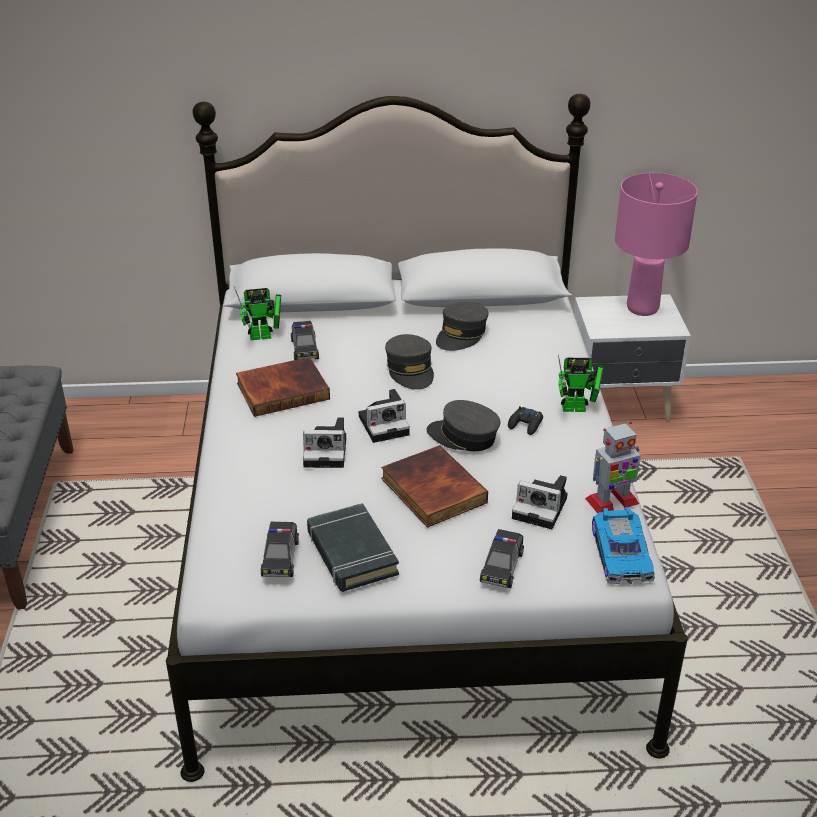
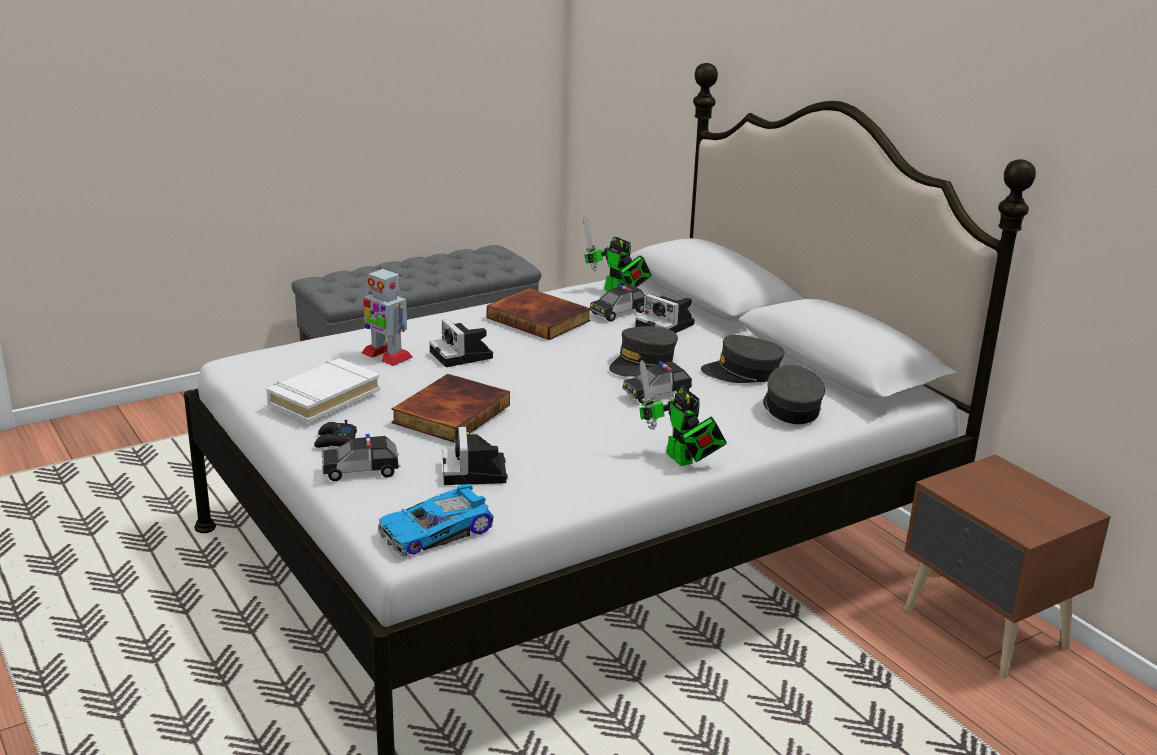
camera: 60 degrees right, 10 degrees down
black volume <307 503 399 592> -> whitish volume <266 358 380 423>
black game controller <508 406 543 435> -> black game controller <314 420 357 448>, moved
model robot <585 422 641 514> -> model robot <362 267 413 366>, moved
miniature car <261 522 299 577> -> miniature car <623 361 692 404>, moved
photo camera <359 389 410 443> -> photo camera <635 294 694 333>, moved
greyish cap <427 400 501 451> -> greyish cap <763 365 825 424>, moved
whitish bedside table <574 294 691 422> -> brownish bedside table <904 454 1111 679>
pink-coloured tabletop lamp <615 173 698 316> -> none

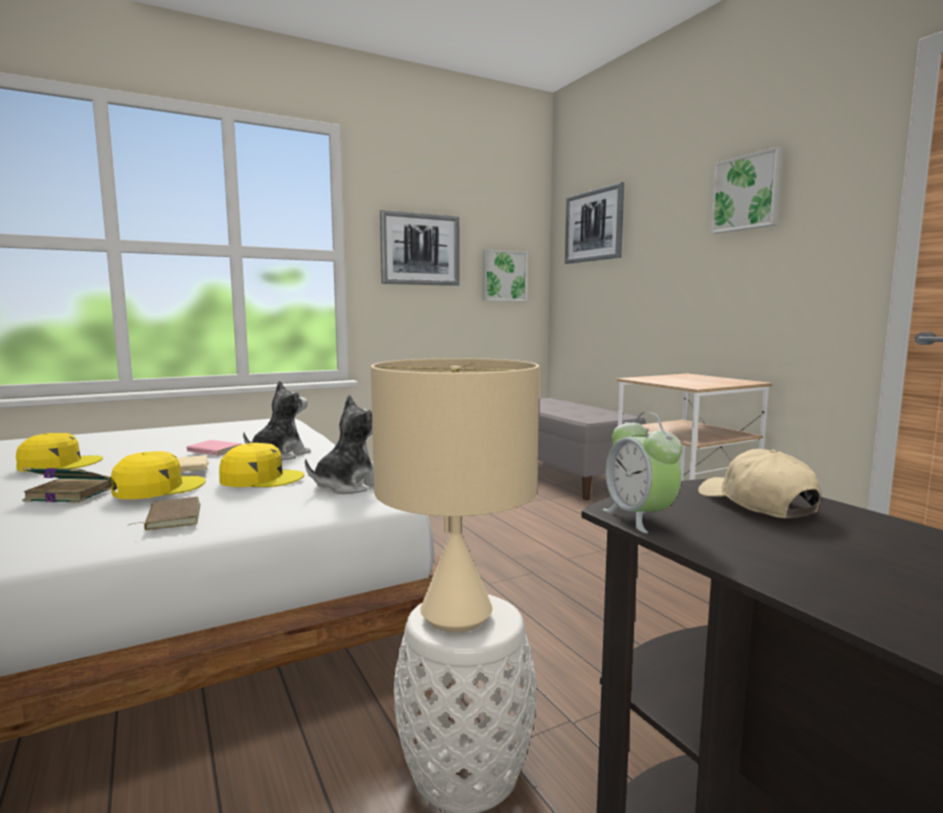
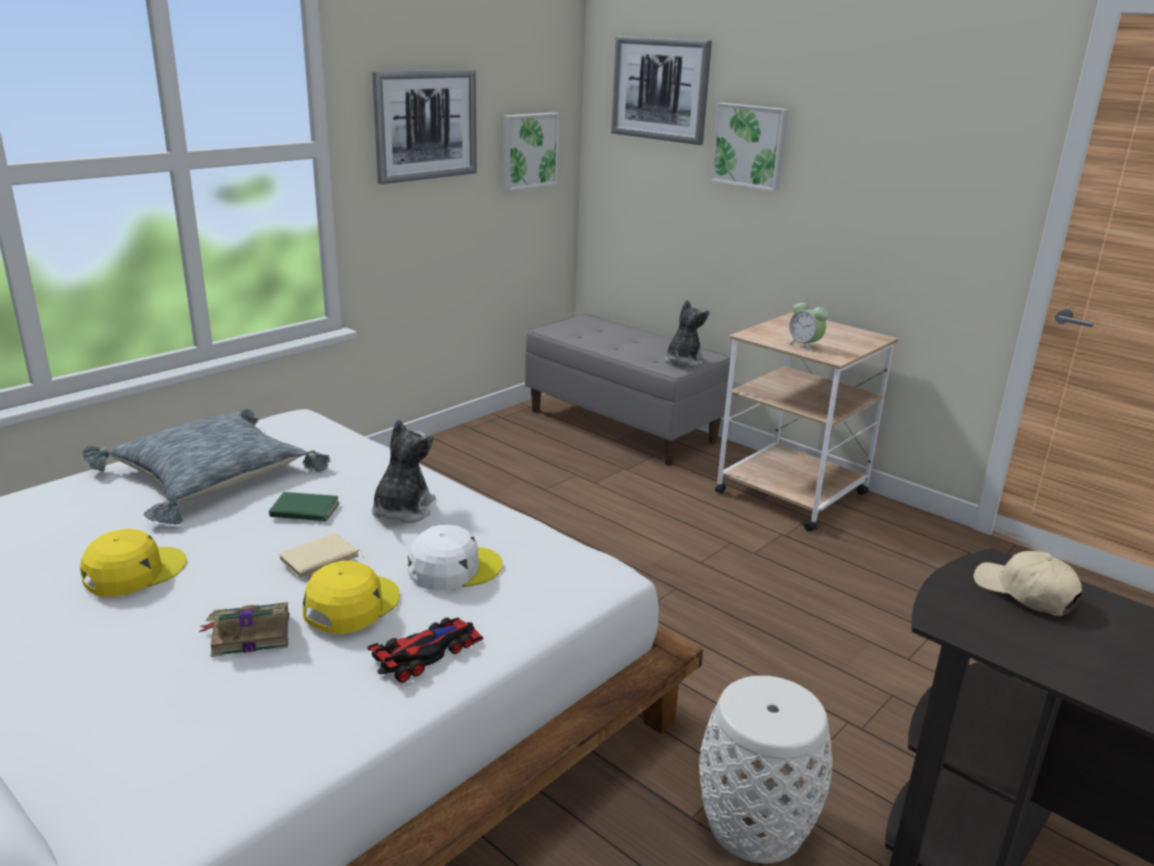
camera: 20 degrees left, 15 degrees up
none -> throw pillow <82 409 330 525>
pink-coloured volume <186 440 241 456> -> greenish volume <269 492 340 523>
brownish volume <127 496 200 530> -> miniature car <367 618 483 683>
yellow-coloured cap <219 443 304 487> -> whitish cap <408 525 503 590>
plush toy <305 395 374 494> -> plush toy <664 299 709 367>, moved
wall art <711 147 783 234> -> wall art <710 103 789 191>, moved
alarm clock <602 412 682 533> -> alarm clock <787 298 828 352>, moved
beige tabletop lamp <371 358 539 632> -> none

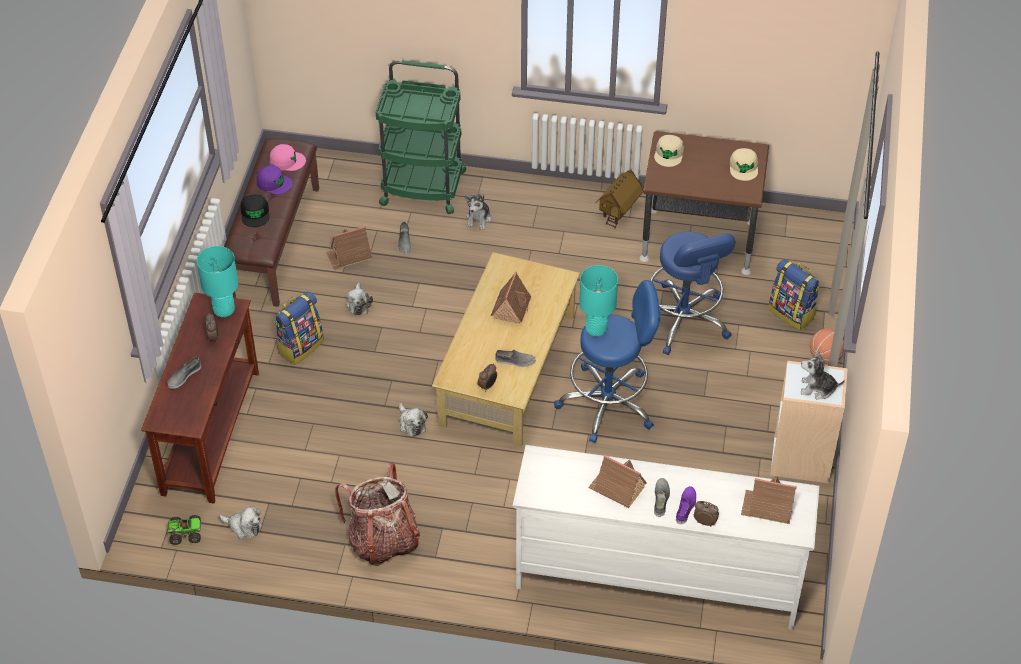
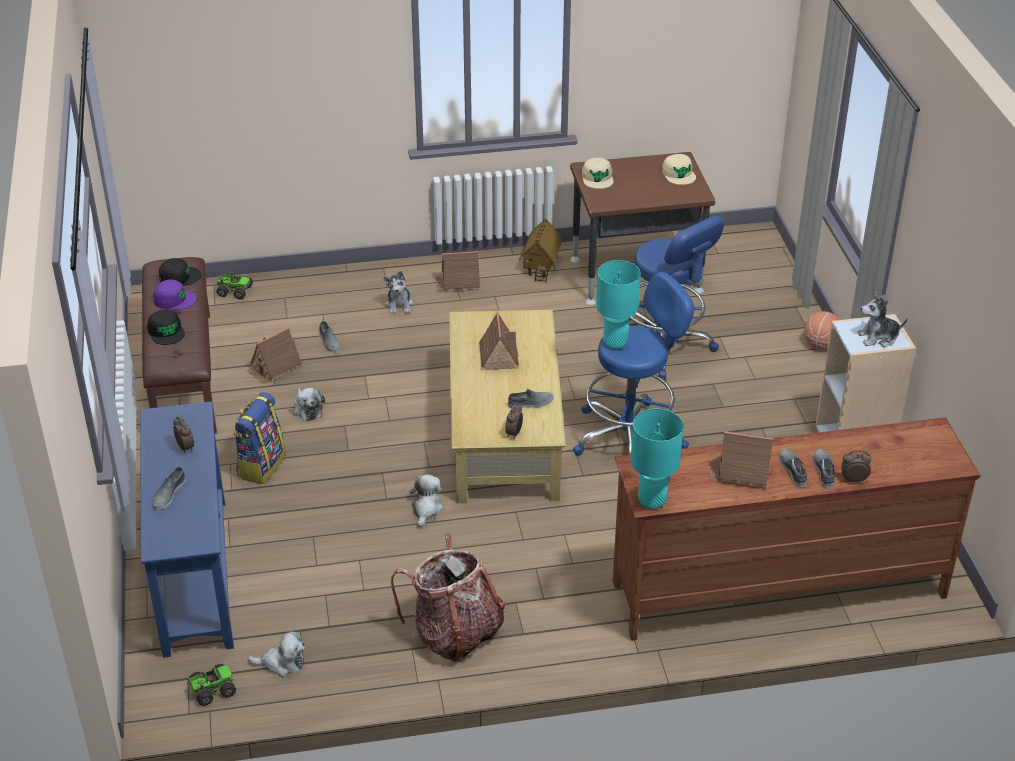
camera: 20 degrees left, 10 degrees down
brownish console table <141 292 259 503> -> bluish console table <140 402 234 658>
pink-coloured cap <270 144 306 171> -> black cap <159 258 201 286>
none -> toy truck <216 273 253 300>
plush toy <399 403 428 437> -> plush toy <409 475 443 527>, 120 degrees counterclockwise
model house <741 476 797 524> -> model house <435 251 480 292>, moved
whitish chest of drawers <513 445 820 630> -> brownish chest of drawers <613 417 981 641>
blue-green tabletop lamp <197 246 238 317> -> blue-green tabletop lamp <631 409 683 508>, moved
purple-coloured low shoe <676 486 696 524> -> greyish low shoe <813 449 834 489>
greenish cart <376 60 466 214> -> none
rucksack <768 259 820 330> -> none

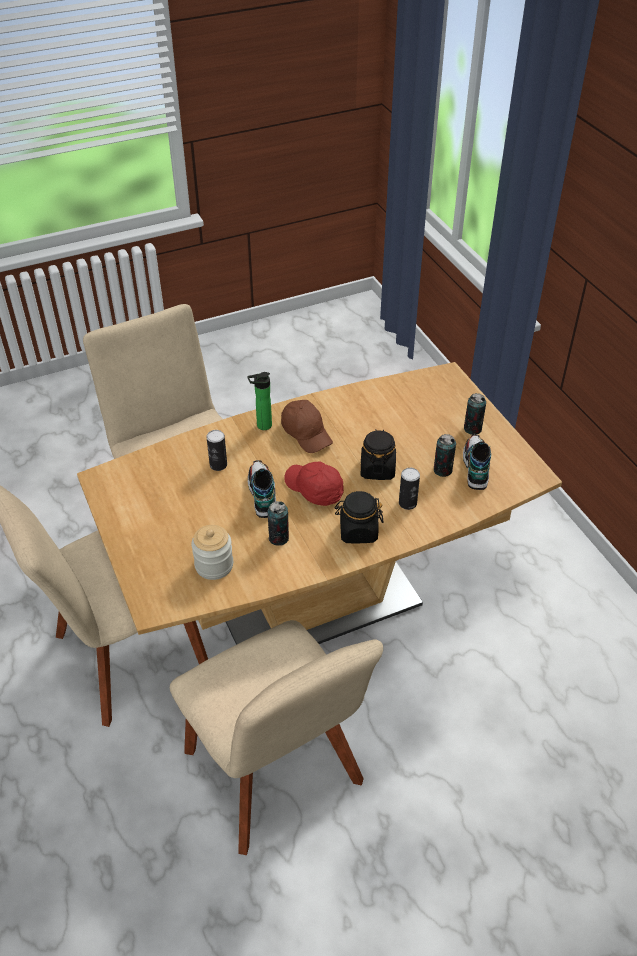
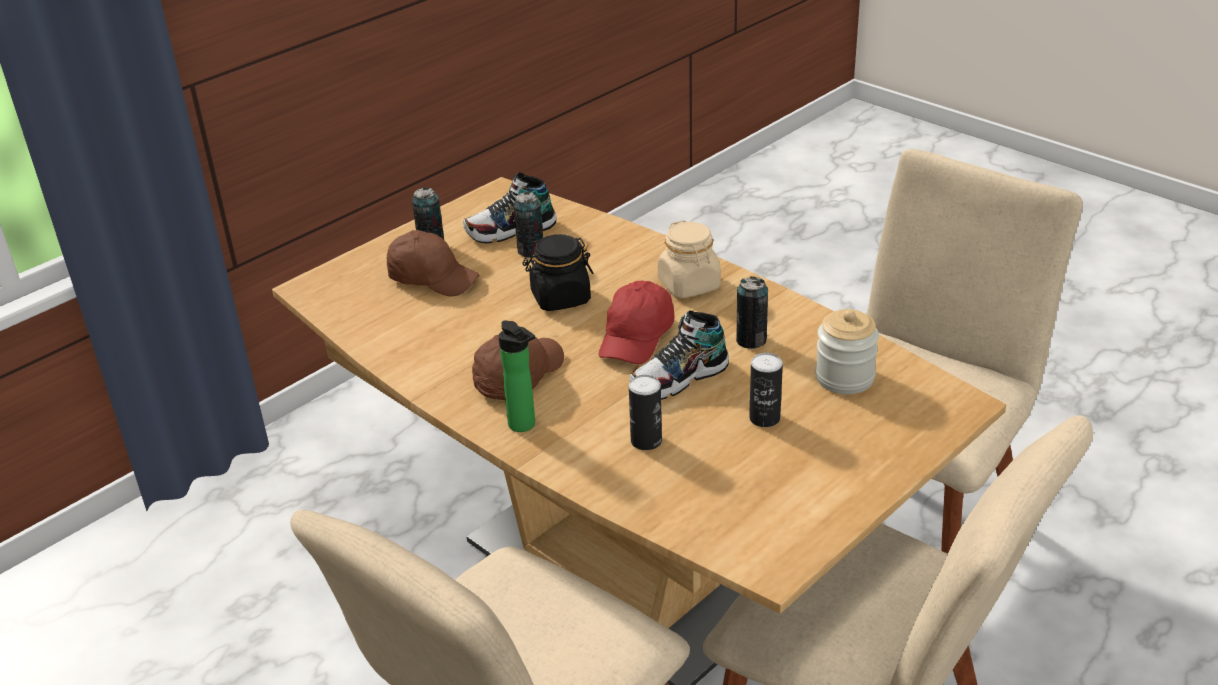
camera: 110 degrees left, 10 degrees down
none -> brownish cap <387 230 480 296>
black preserve jar <335 491 383 543> -> beige preserve jar <658 220 721 298>
can <399 468 420 510> -> can <749 353 783 427>, moved

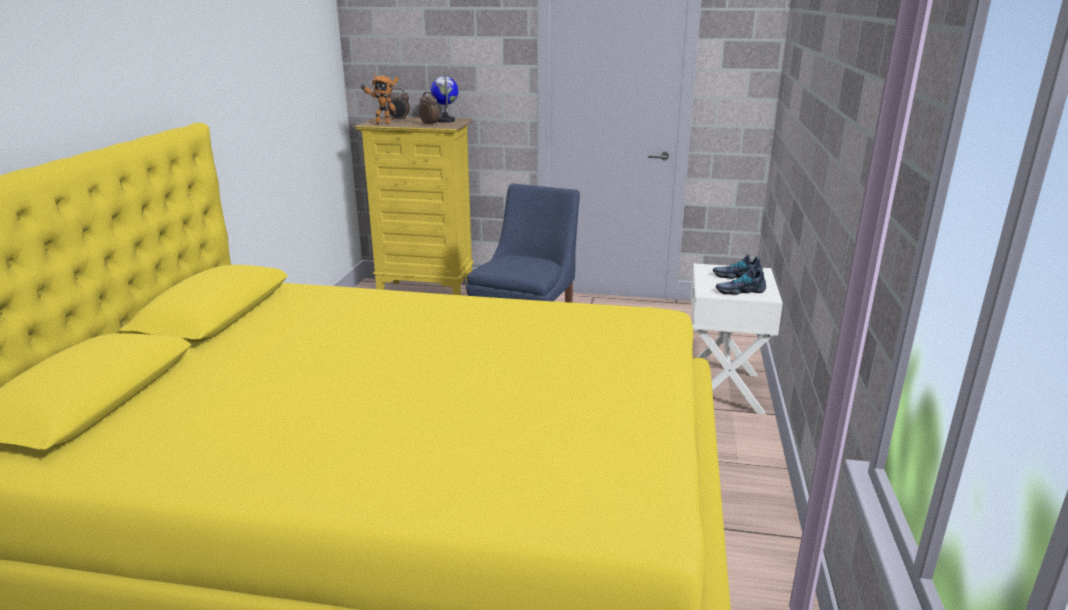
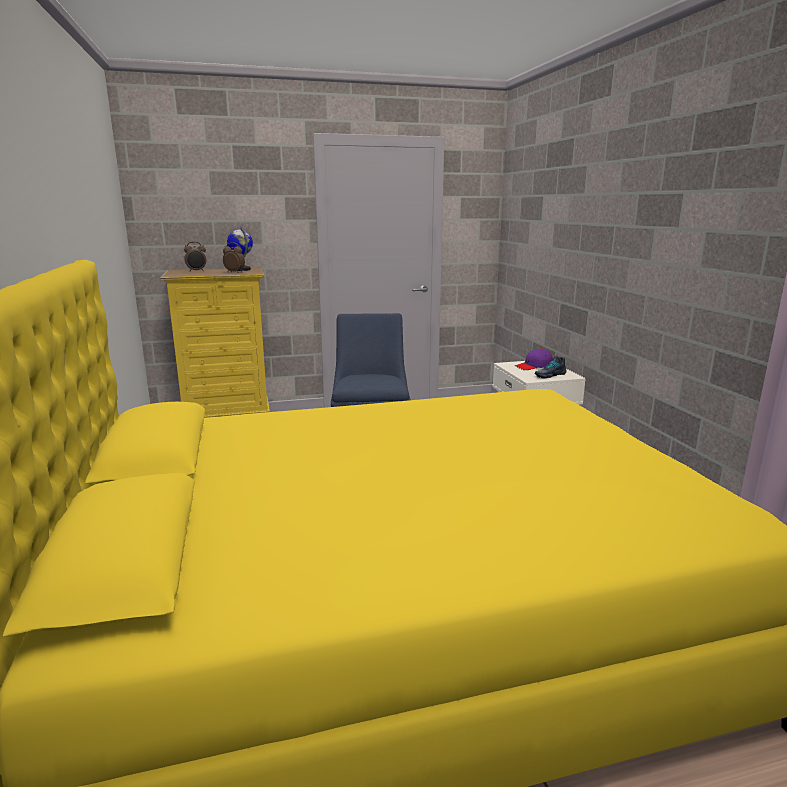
camera: 25 degrees left, 5 degrees down
low shoe <713 254 763 279> -> purple-coloured cap <515 348 553 370>
model robot <360 74 399 125> -> none

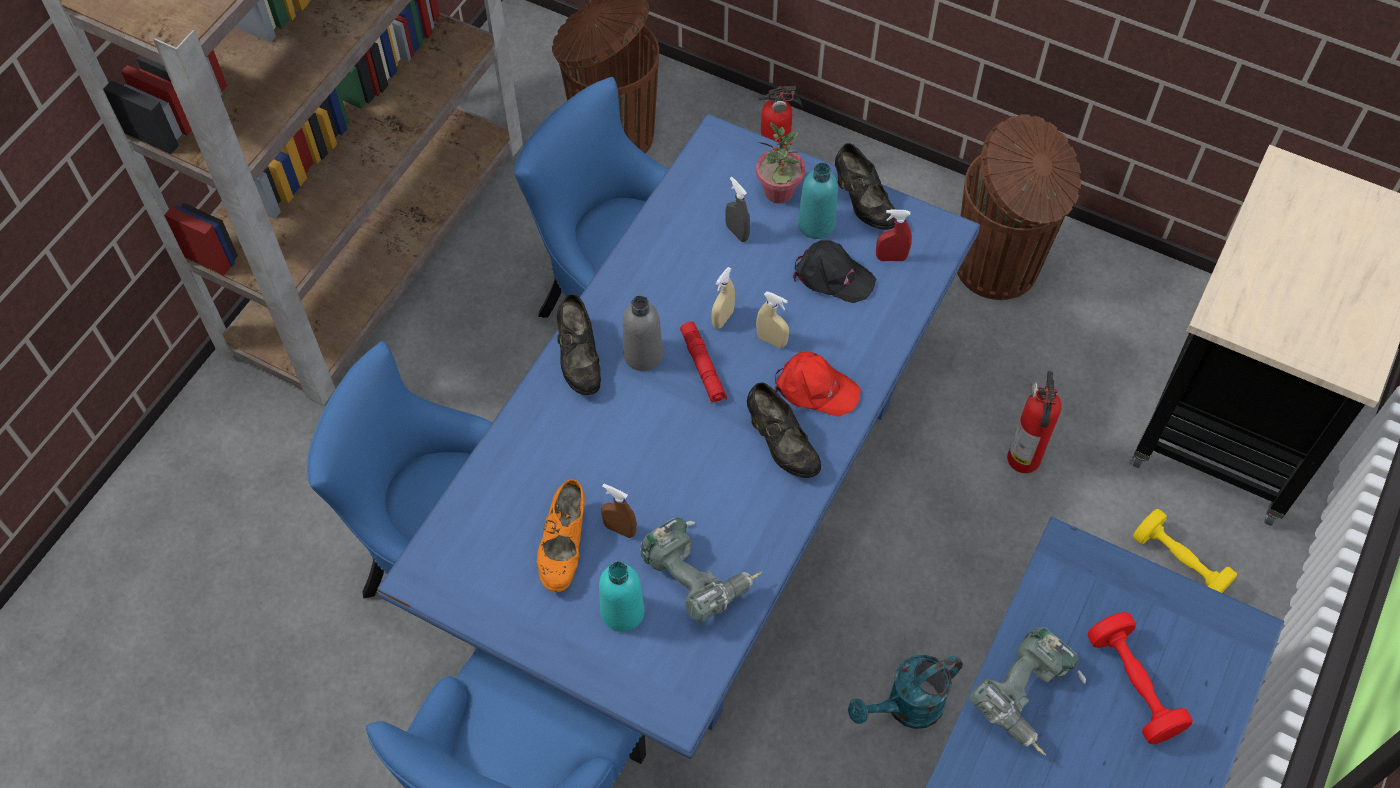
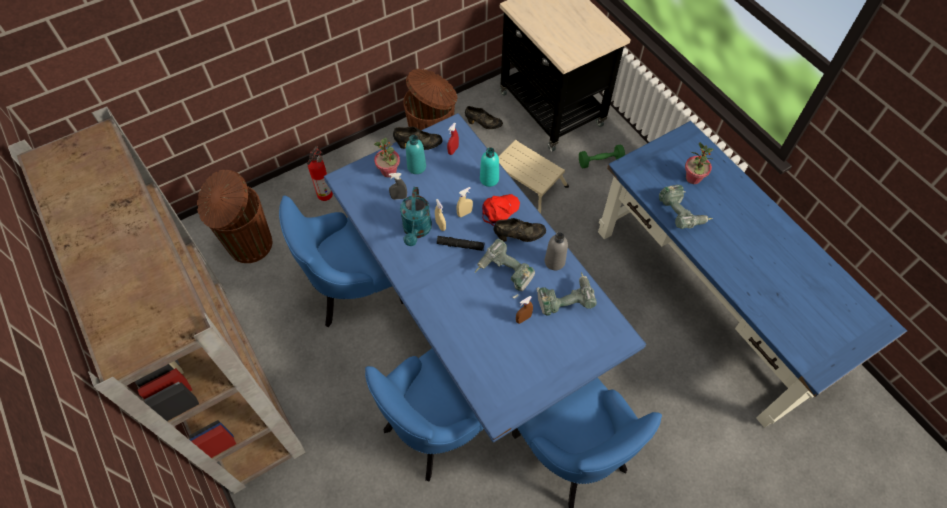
camera: 60 degrees left, 0 degrees up
blue-green watering can <848 655 963 729> -> blue-green watering can <400 187 432 246>, moved
reddish flashlight <680 322 727 404> -> black flashlight <437 236 485 251>
black low shoe <557 294 601 395> -> black low shoe <465 106 503 129>, moved
none -> drill <474 239 535 299>
blue-green beverage bottle <599 561 644 632> -> blue-green beverage bottle <480 147 499 187>, moved
fire extinguisher <1007 371 1062 473> -> beige step ladder <499 140 569 214>
greyish beverage bottle <623 296 663 371> -> greyish beverage bottle <545 232 568 270>, moved
yellow-coloured free weight <1133 509 1237 593> -> greenish free weight <579 144 625 168>
reddish free weight <1088 612 1193 744> -> plant in a pot <685 142 713 184>
orange-coloured low shoe <537 479 585 592> -> none
black cap <793 240 876 303> -> none

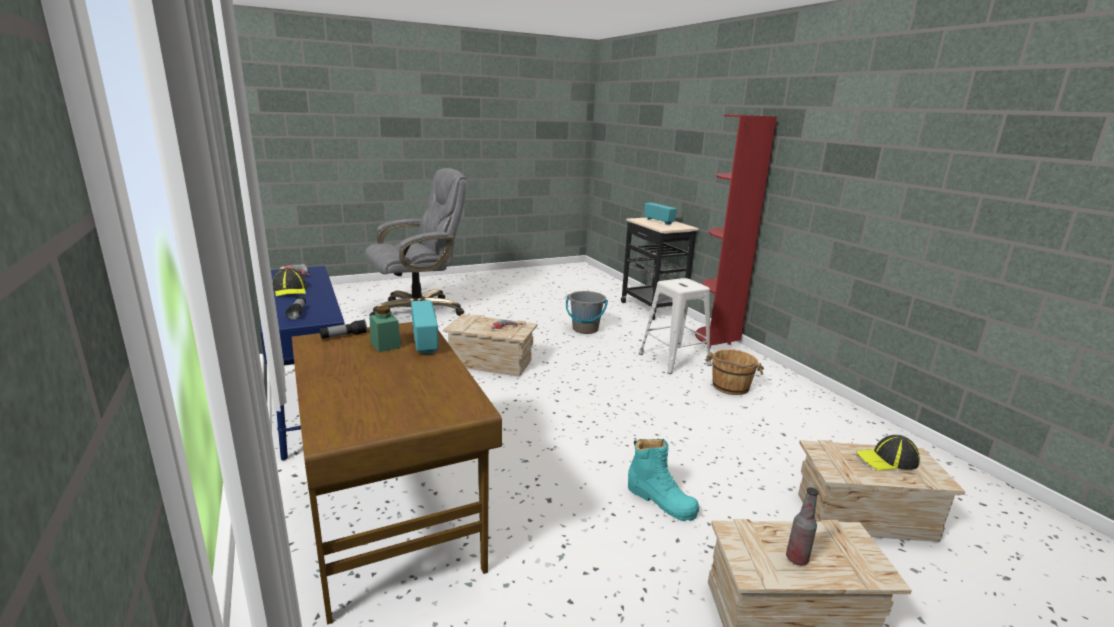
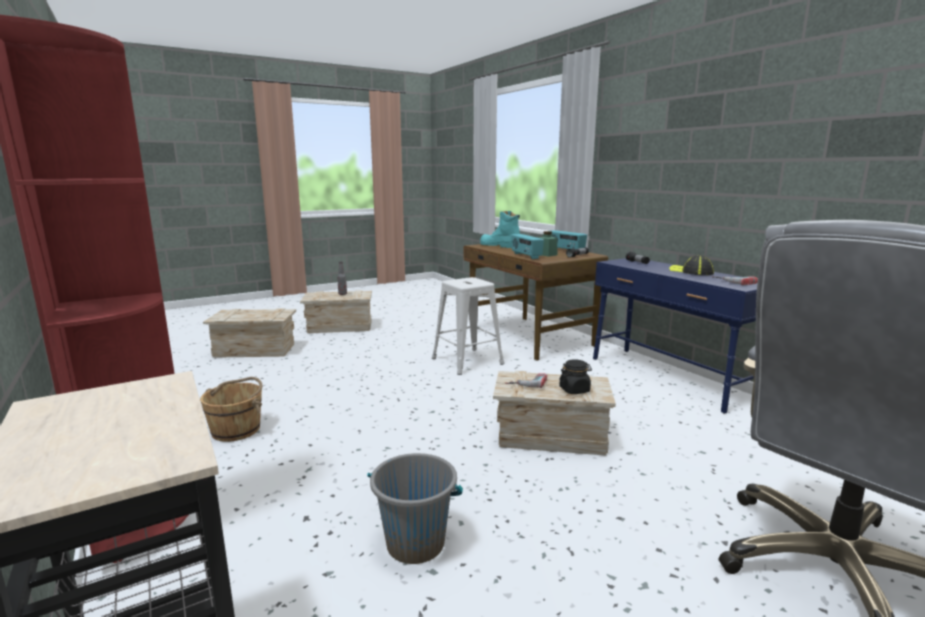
camera: 175 degrees right, 5 degrees down
whitish stool <639 278 712 374> -> whitish stool <432 277 505 375>, moved
blue-green boot <628 439 699 521> -> blue-green boot <480 211 520 248>, moved
radio <644 203 677 225> -> radio <551 230 587 249>, moved
none -> black preserve jar <559 359 592 394>
cap <856 435 920 471> -> none

